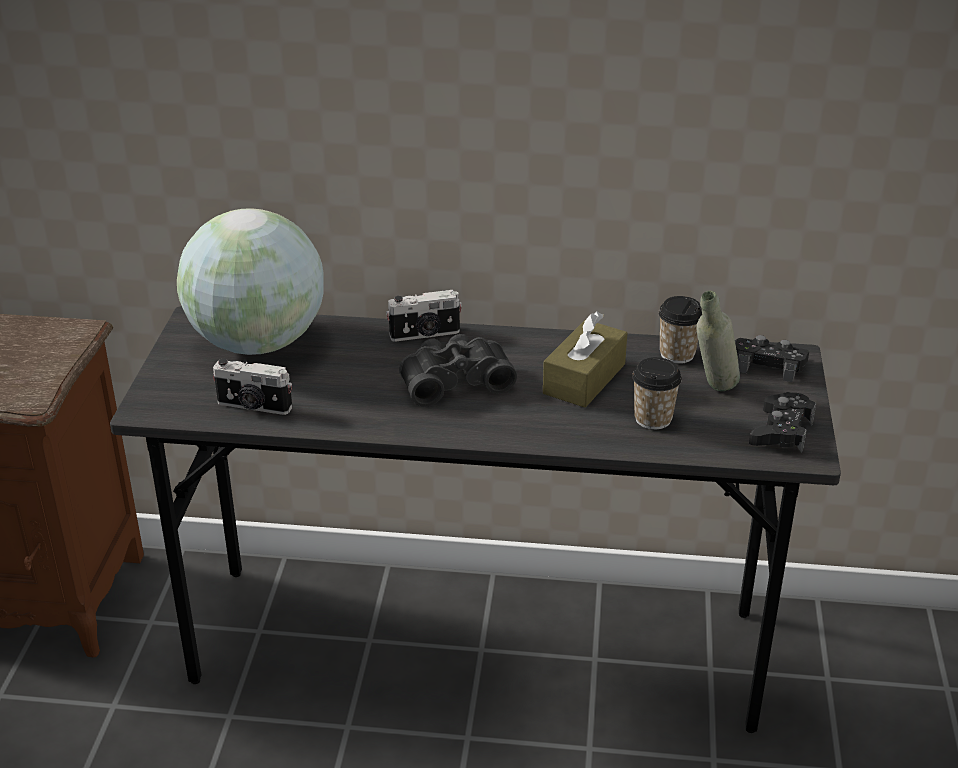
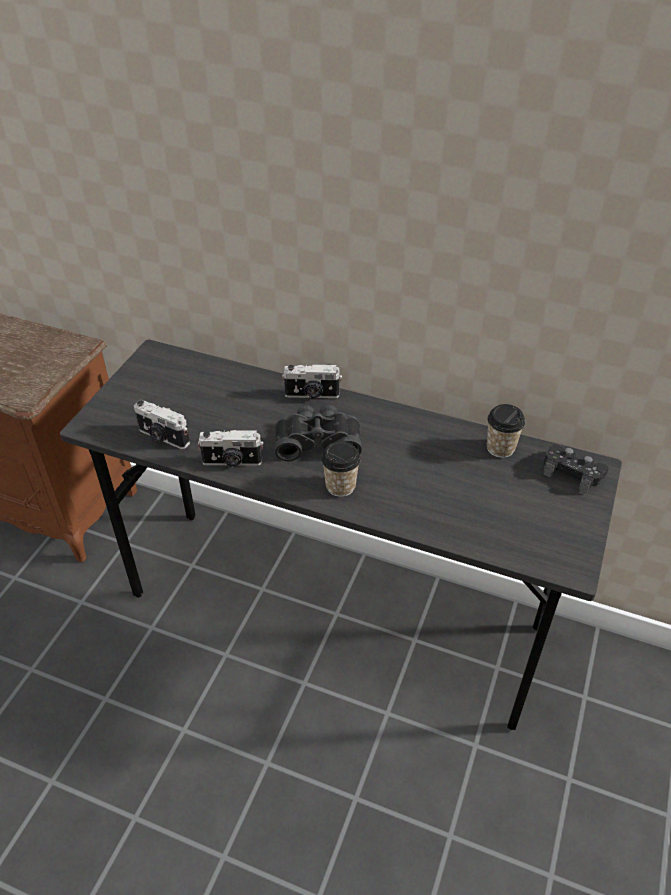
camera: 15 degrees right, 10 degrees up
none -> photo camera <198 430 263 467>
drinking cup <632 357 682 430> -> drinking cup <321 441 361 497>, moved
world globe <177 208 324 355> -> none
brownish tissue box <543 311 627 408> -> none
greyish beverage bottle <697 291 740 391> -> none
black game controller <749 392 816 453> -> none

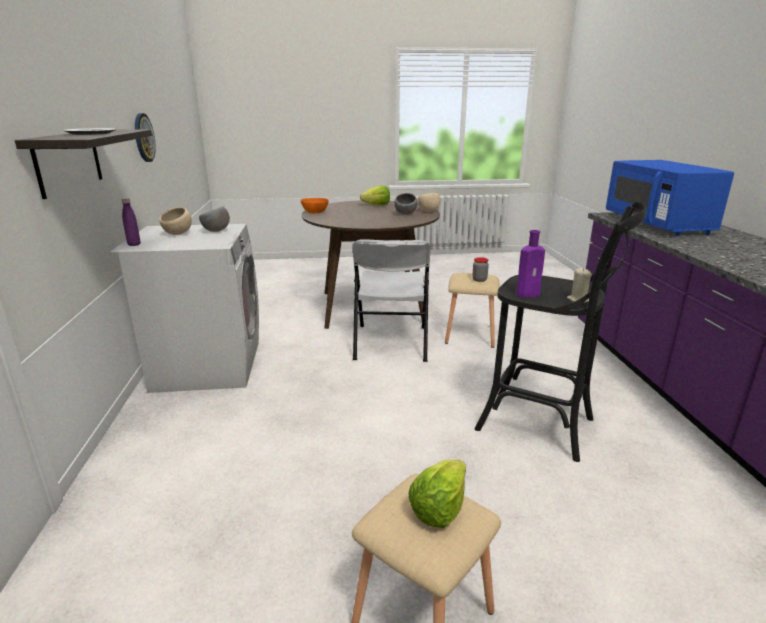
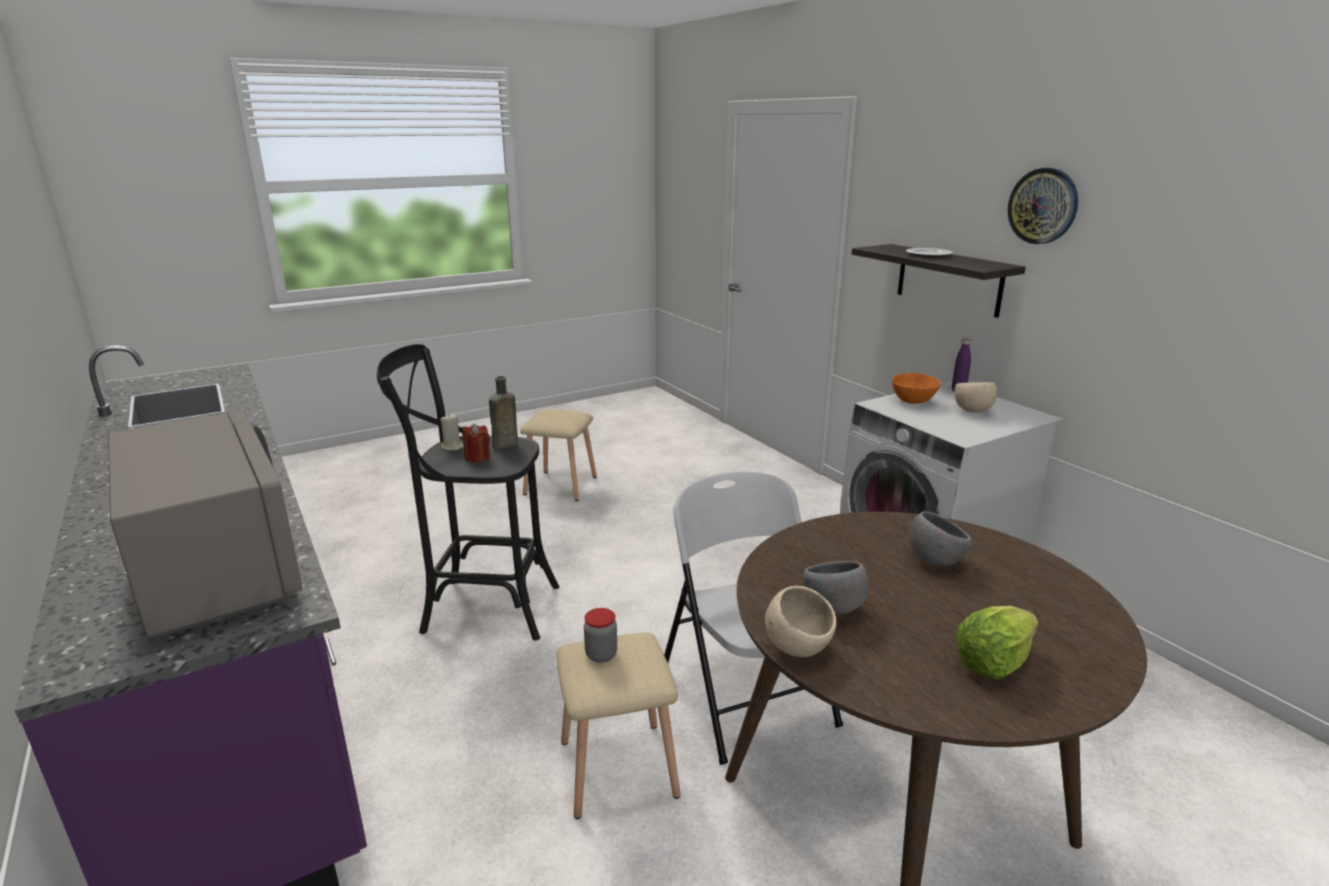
camera: 155 degrees right, 0 degrees up
bluish microwave <606 160 734 236> -> greyish microwave <108 410 303 641>
none -> reddish candle <462 424 490 462>
purple-coloured beverage bottle <517 230 545 298> -> brownish beverage bottle <489 376 518 450>
orange-coloured bowl <301 198 329 213> -> orange-coloured bowl <892 373 941 404>, moved
greyish bowl <199 206 230 232> -> greyish bowl <909 511 971 566>, moved
wall clock <135 113 156 162> -> wall clock <1007 168 1078 244>, moved
head of lettuce <408 459 466 528> -> none

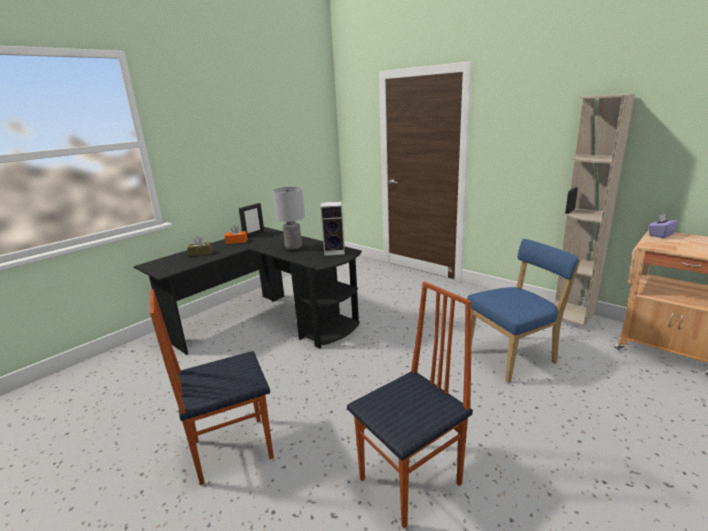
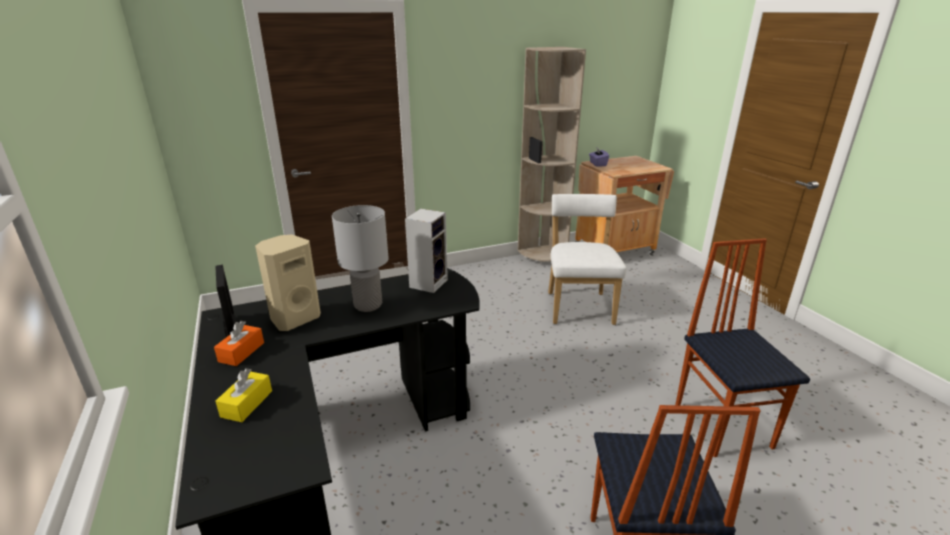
camera: 65 degrees left, 5 degrees up
brownish tissue box <187 236 213 257> -> yellow-coloured tissue box <215 368 272 422>
none -> beige loudspeaker <255 235 321 331>
bluish upright chair <467 239 581 383> -> whitish upright chair <548 194 627 325>

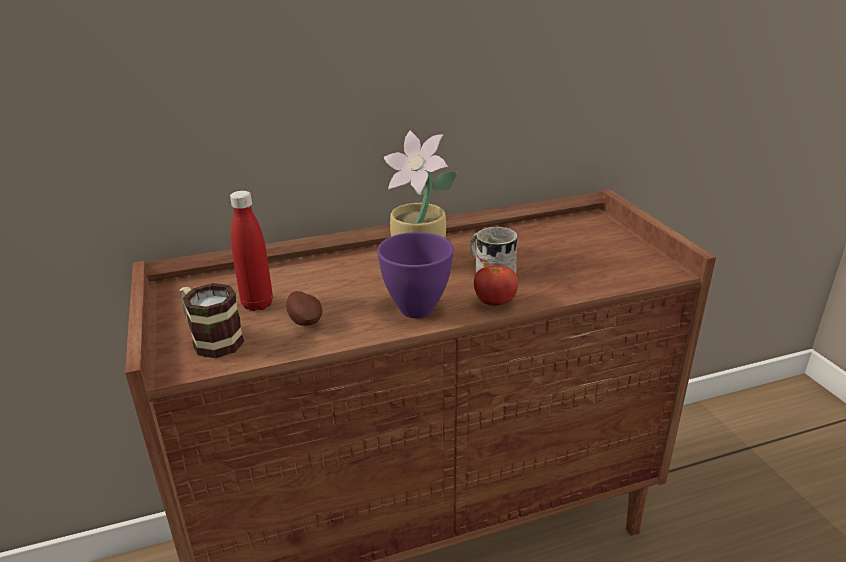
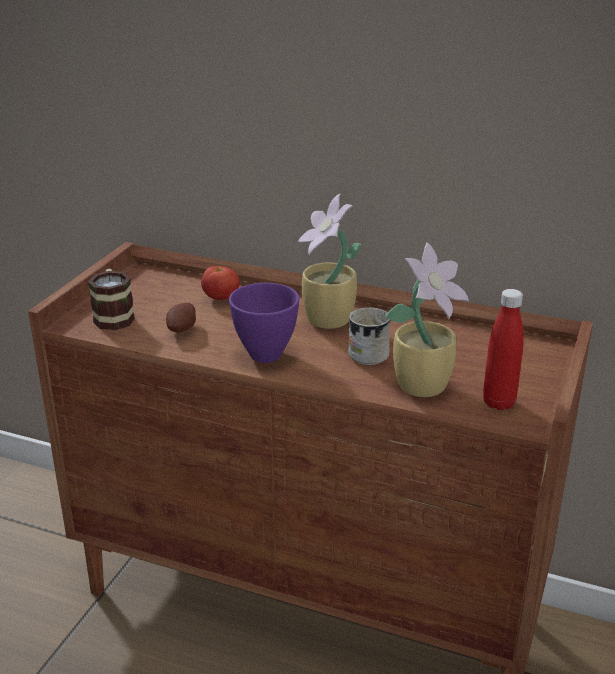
camera: 40 degrees right, 0 degrees up
whole tomato <474 265 518 306> -> whole tomato <201 266 240 300>, moved
none -> plant in a pot <385 242 469 397>
reddish beverage bottle <230 191 273 311> -> reddish beverage bottle <483 289 524 410>, moved

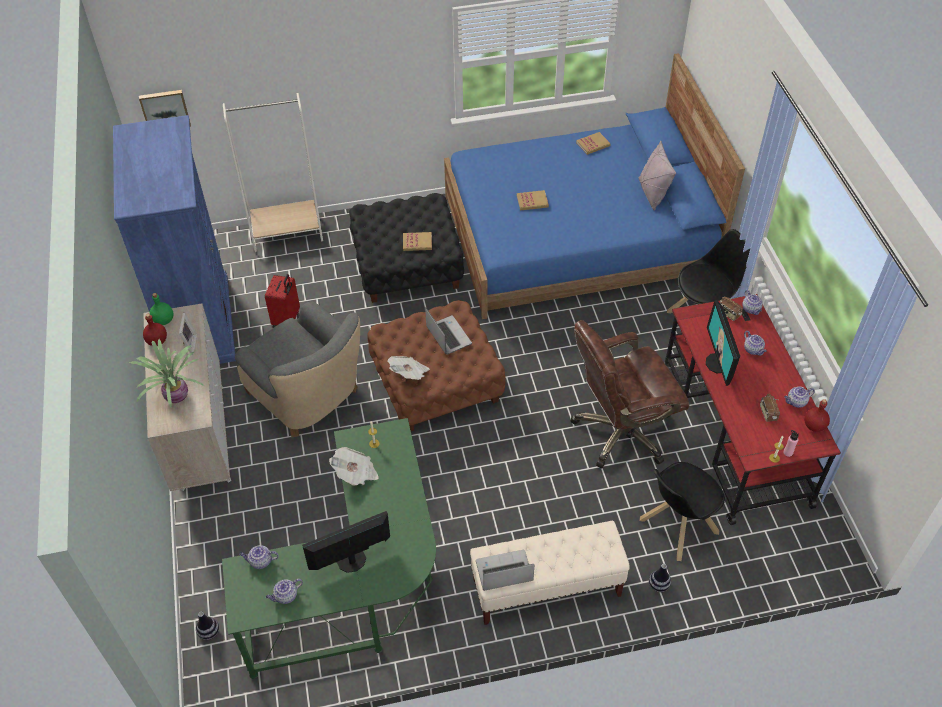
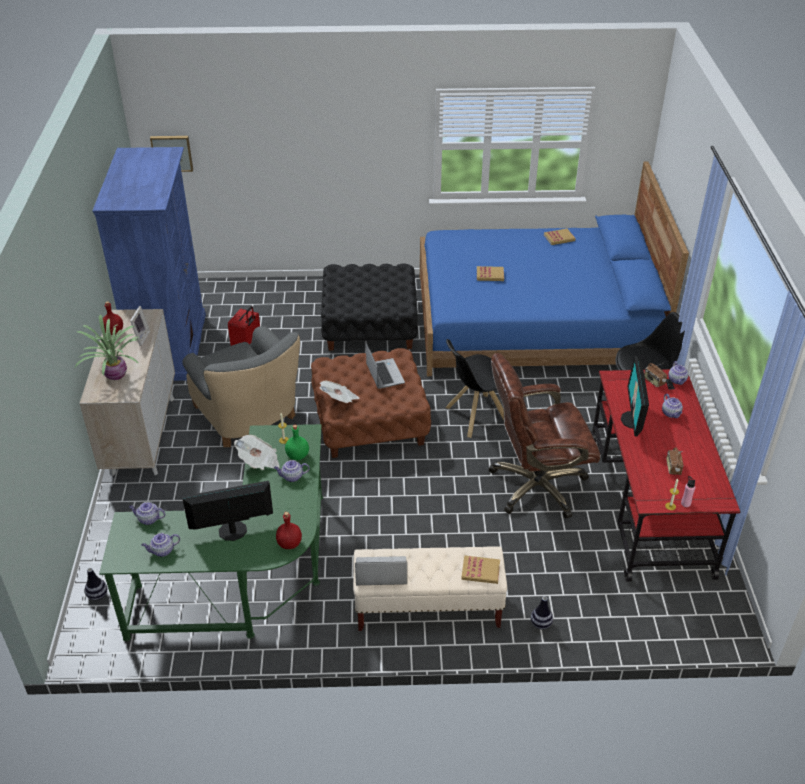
camera: 10 degrees right, 10 degrees down
pot for tea <784 386 815 408> -> pot for tea <274 460 310 482>, moved
reddish beverage bottle <804 399 830 432> -> reddish beverage bottle <276 512 302 549>, moved
greenish beverage bottle <149 293 173 325> -> greenish beverage bottle <285 425 309 460>, moved
black upright chair <639 462 725 561> -> black upright chair <446 339 504 438>, moved
volume <403 232 432 251> -> volume <461 555 500 584>, moved
clothes rack <223 93 323 252> -> none
purple-coloured throw pillow <639 141 676 210> -> none

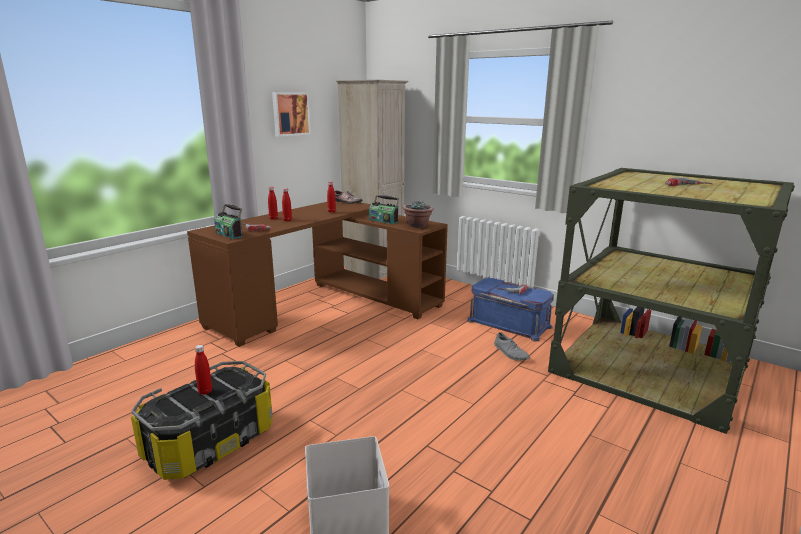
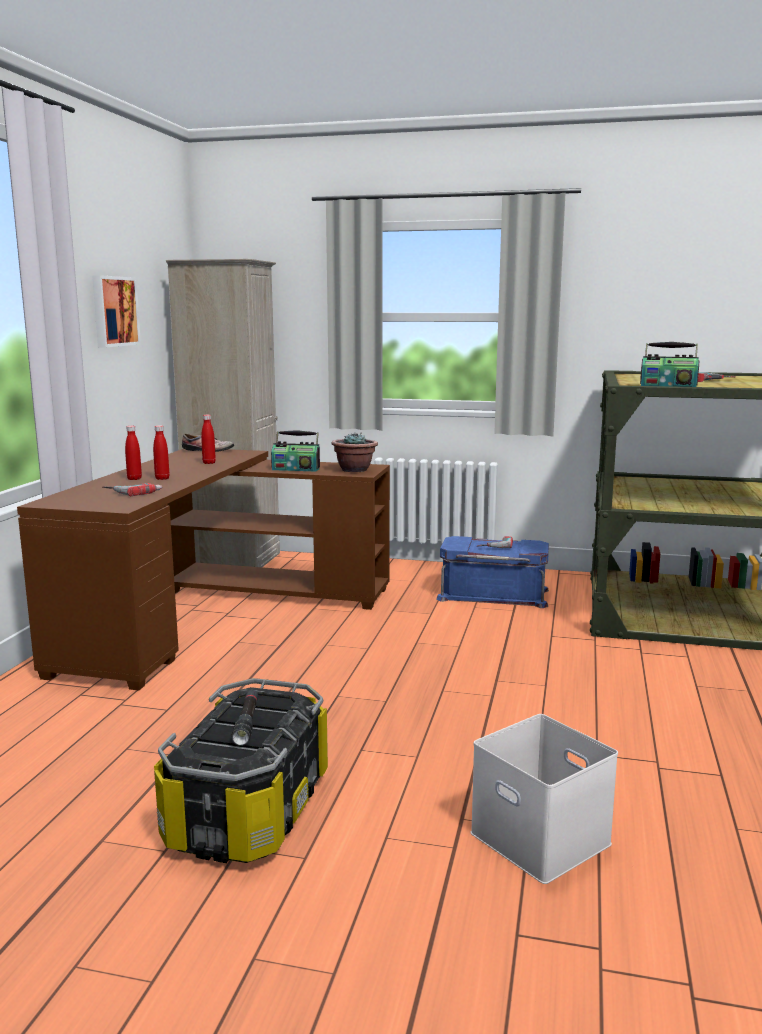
camera: 25 degrees left, 5 degrees down
reddish beverage bottle <195 345 212 395> -> black flashlight <232 690 258 746>
radio <214 204 242 239> -> radio <640 342 699 387>, moved
greyish low shoe <494 332 530 361> -> none

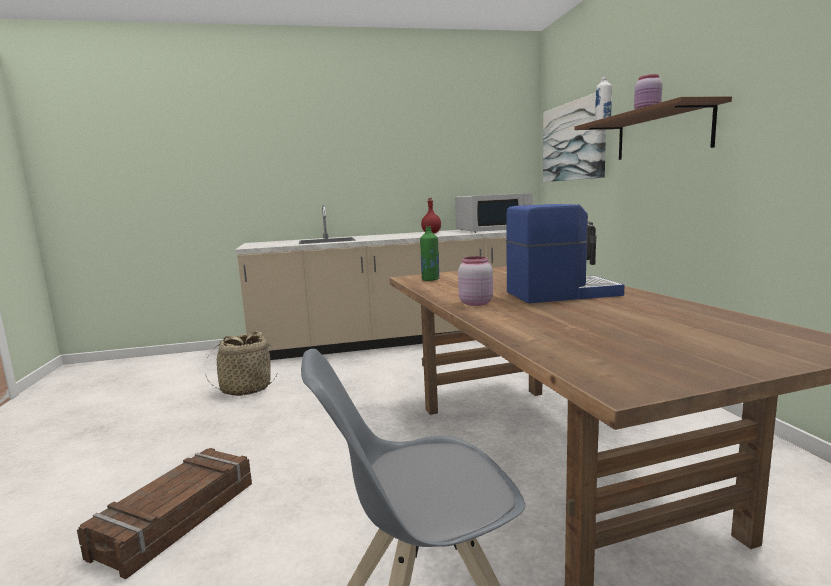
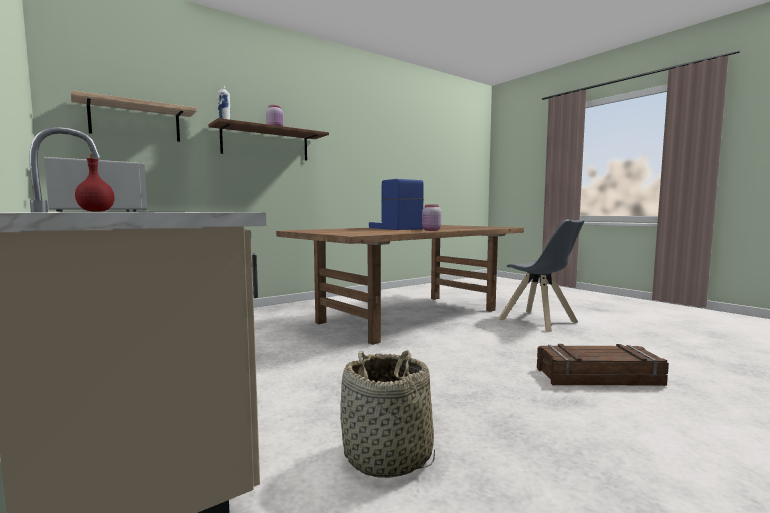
camera: 115 degrees left, 5 degrees down
wall art <543 93 606 182> -> bracket shelf <70 90 197 142>
greenish beverage bottle <420 227 439 281> -> none

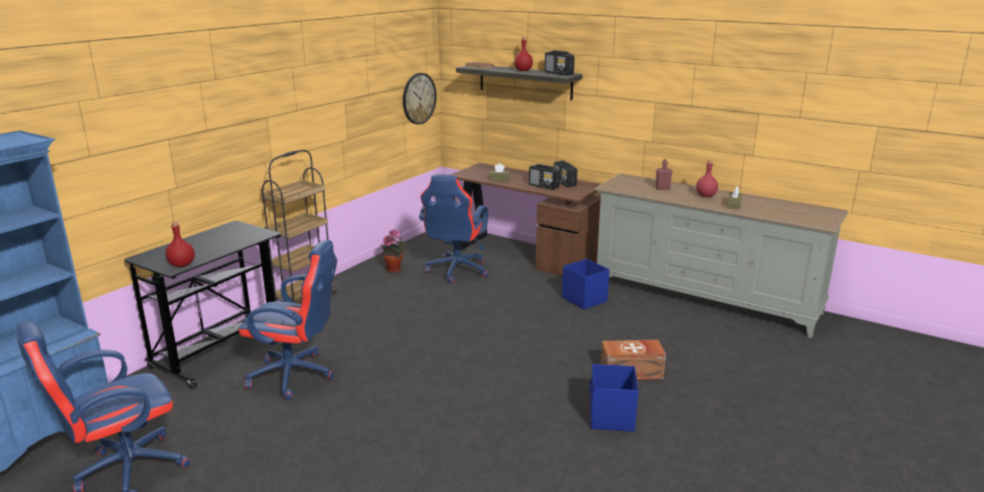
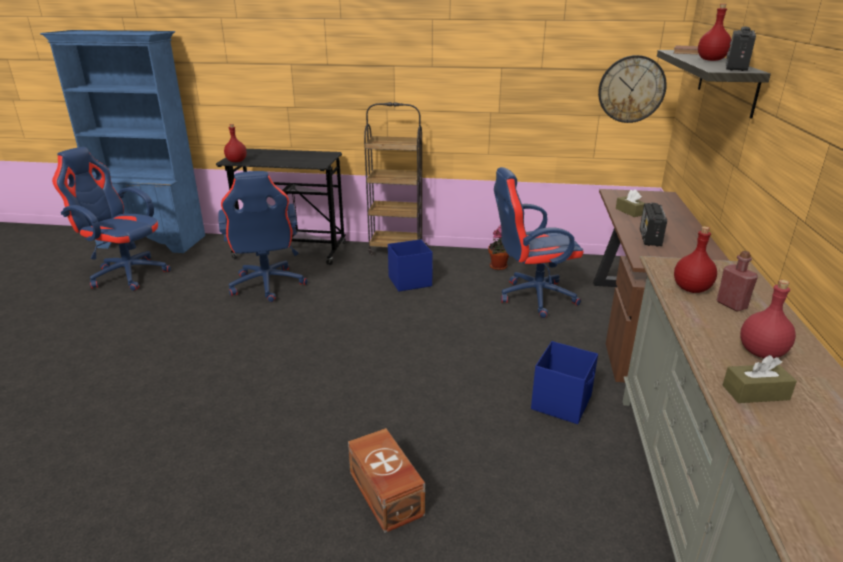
camera: 65 degrees right, 5 degrees up
bluish storage bin <589 364 639 432> -> bluish storage bin <388 239 433 292>, moved
none -> reddish beverage bottle <674 226 717 293>
radio <554 160 577 187> -> none

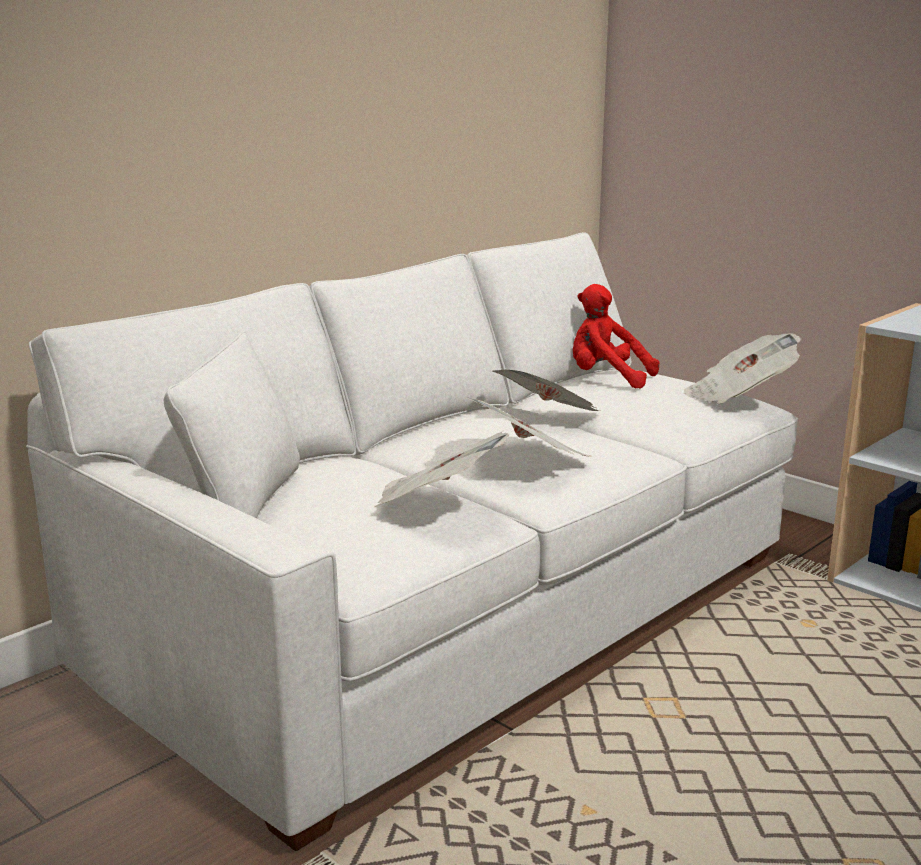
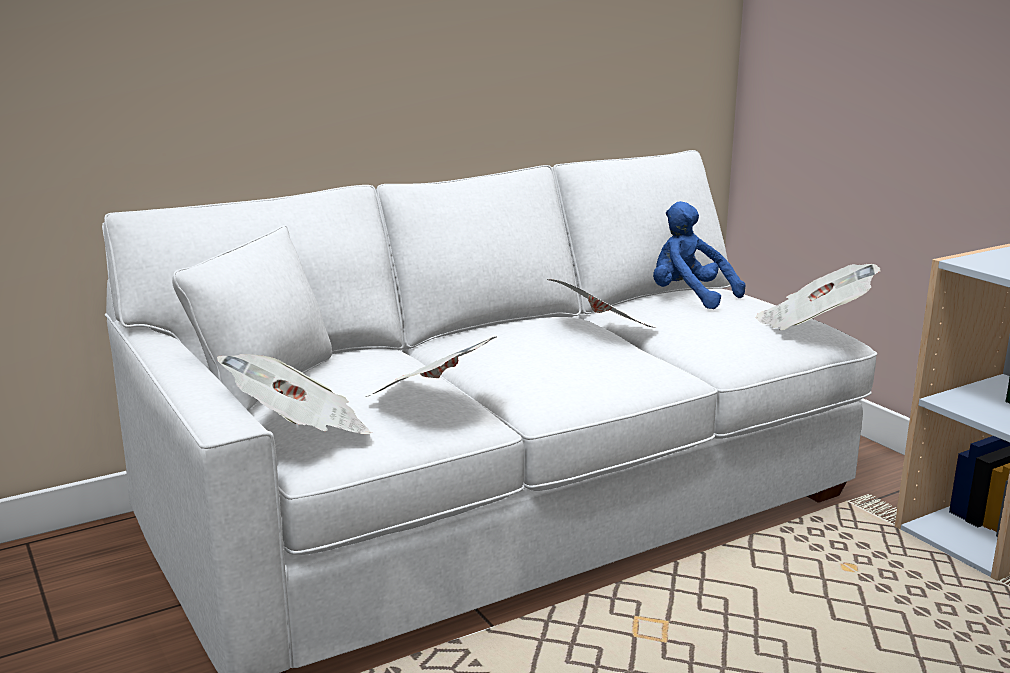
camera: 15 degrees right, 0 degrees up
daily paper <465 398 593 457> -> daily paper <217 354 372 434>, moved
reddish plush toy <573 284 659 389> -> bluish plush toy <653 201 745 309>

